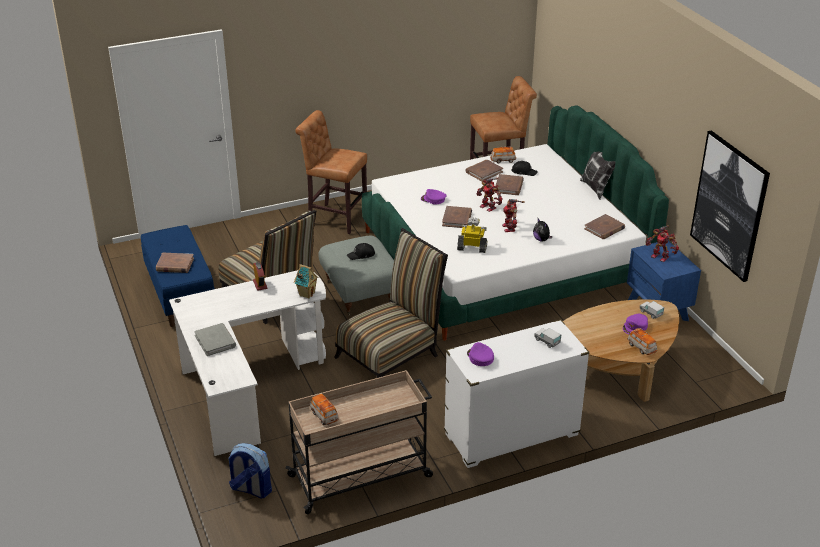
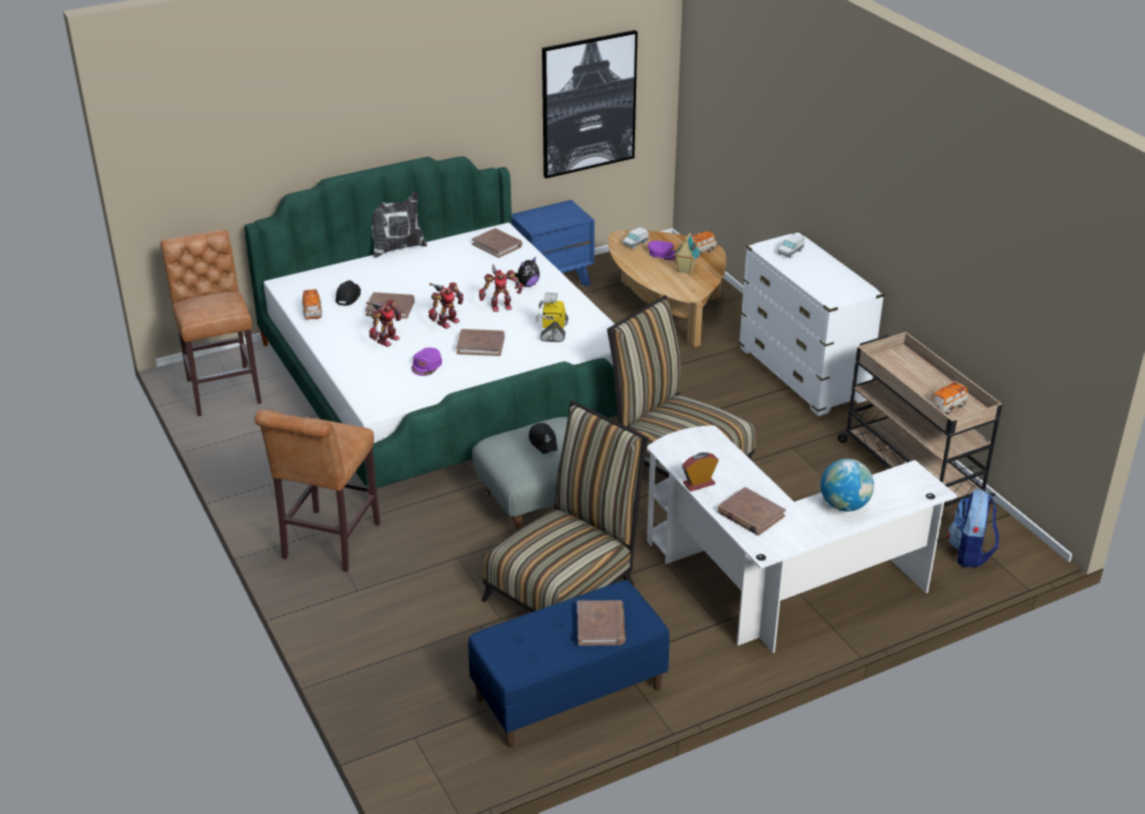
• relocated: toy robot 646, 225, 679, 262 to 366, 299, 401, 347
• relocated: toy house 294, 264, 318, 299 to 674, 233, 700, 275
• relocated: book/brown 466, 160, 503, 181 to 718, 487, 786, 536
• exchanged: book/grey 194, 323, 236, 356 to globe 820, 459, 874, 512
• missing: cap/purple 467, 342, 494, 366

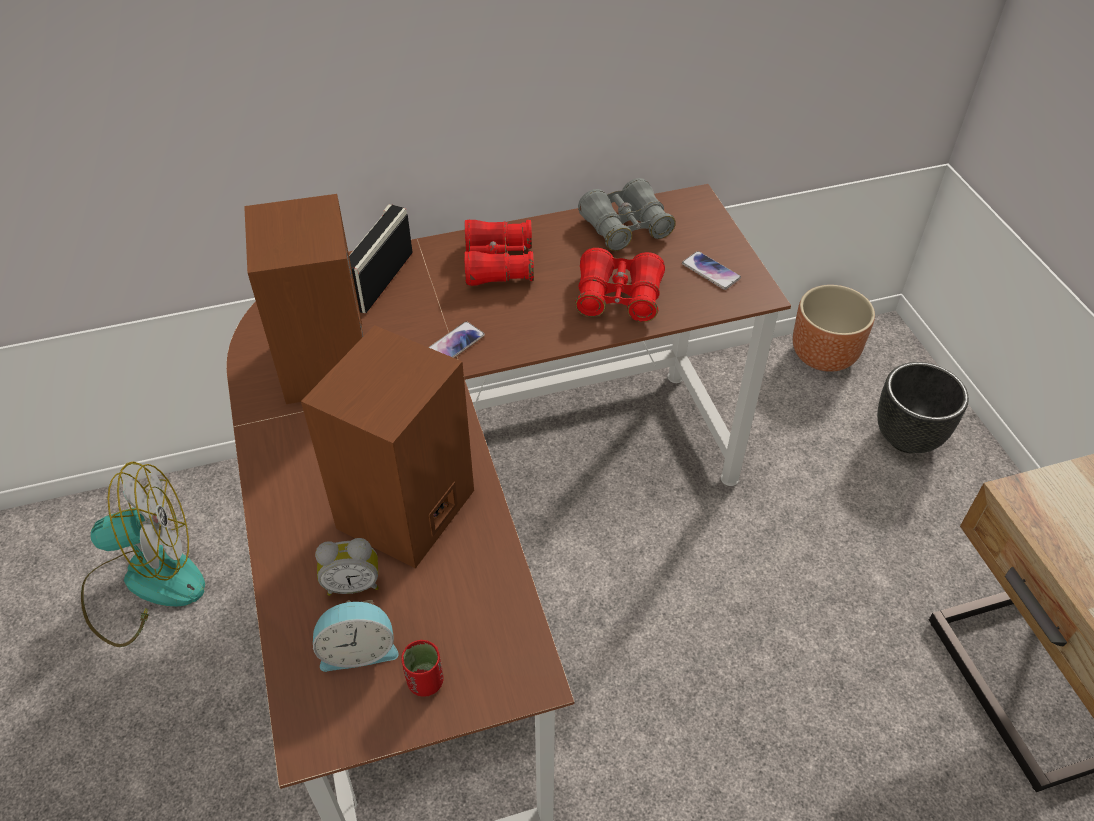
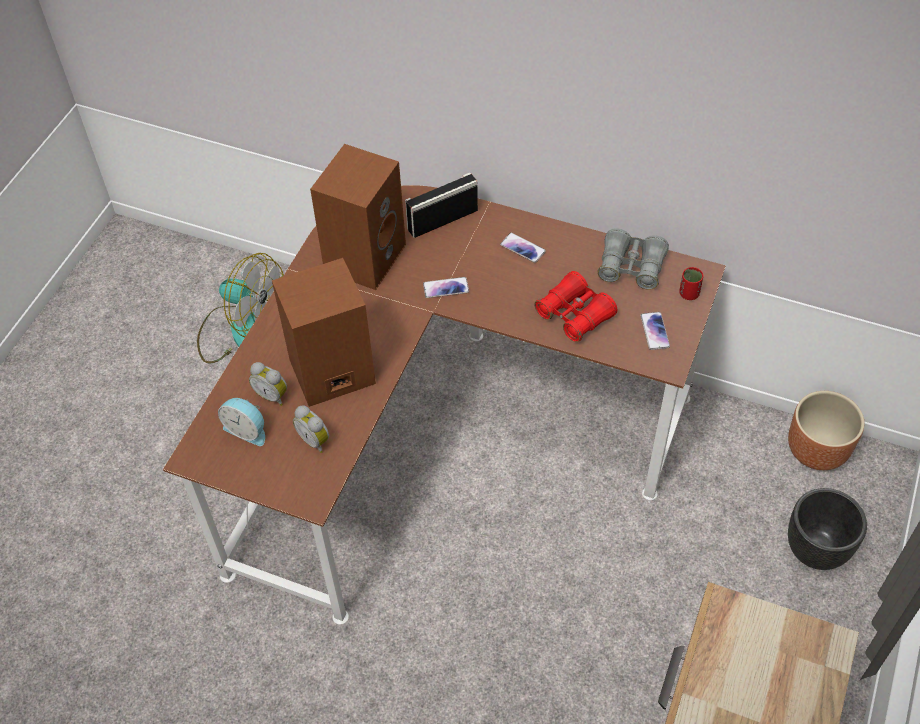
• appeared: alarm clock 293, 405, 329, 453
• exchanged: binoculars/red 464, 219, 534, 286 to phone 500, 233, 546, 263
• relocated: cup/red 401, 640, 444, 697 to 679, 267, 704, 300

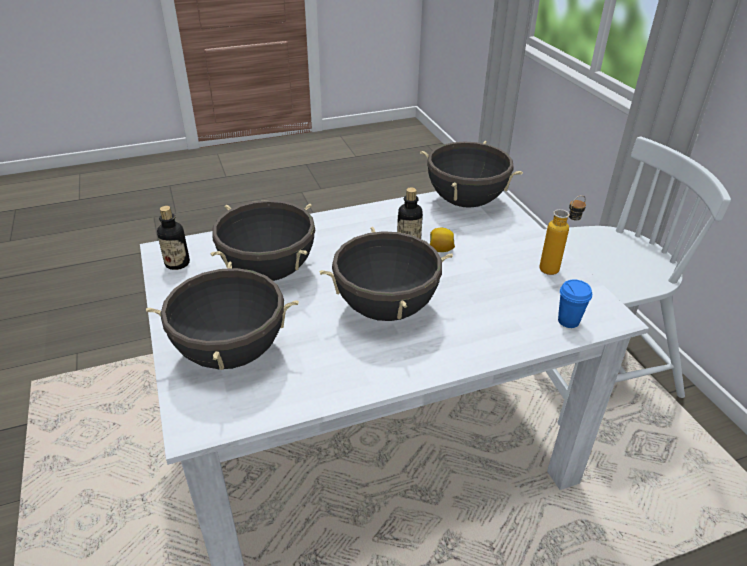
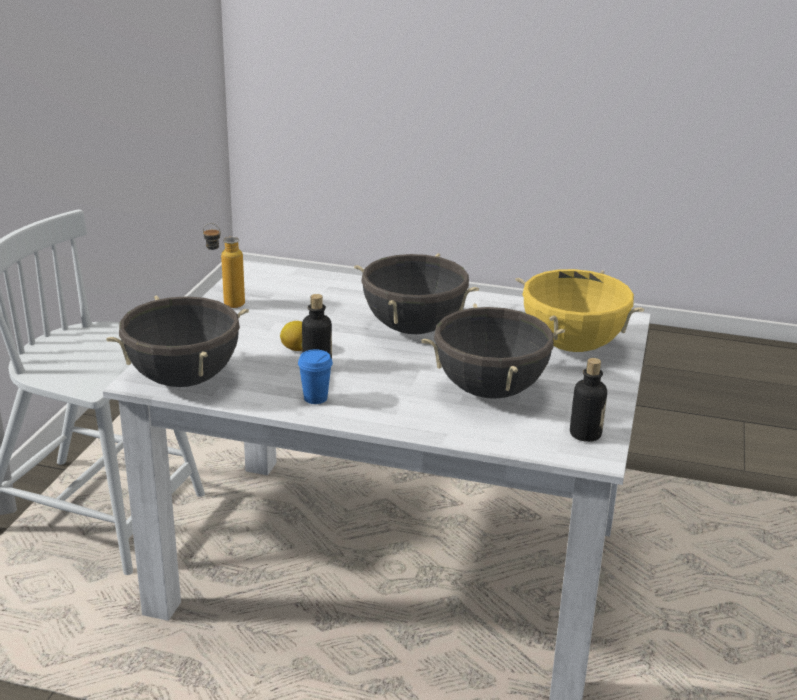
• relocated: cup/blue 558, 279, 592, 328 to 298, 349, 333, 404
• colour: cooking pot/black 146, 261, 299, 370 to cooking pot/yellow 516, 269, 645, 352

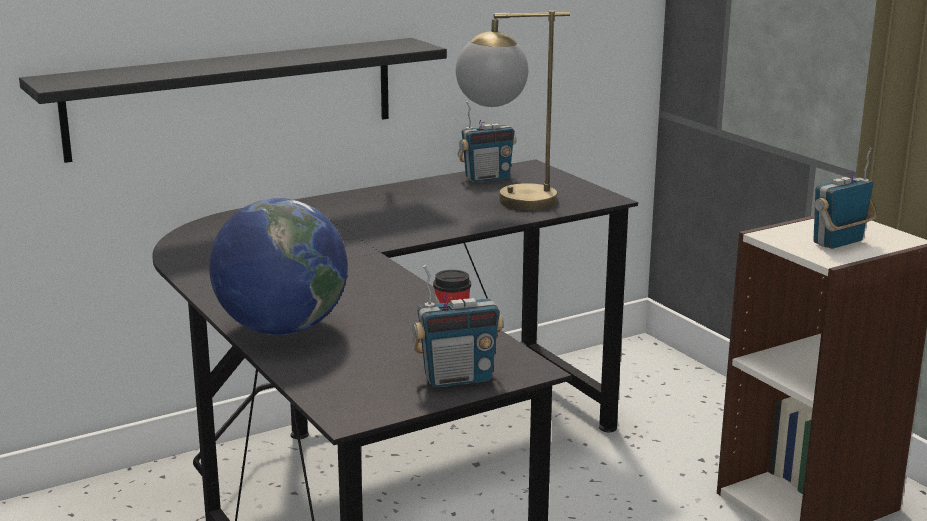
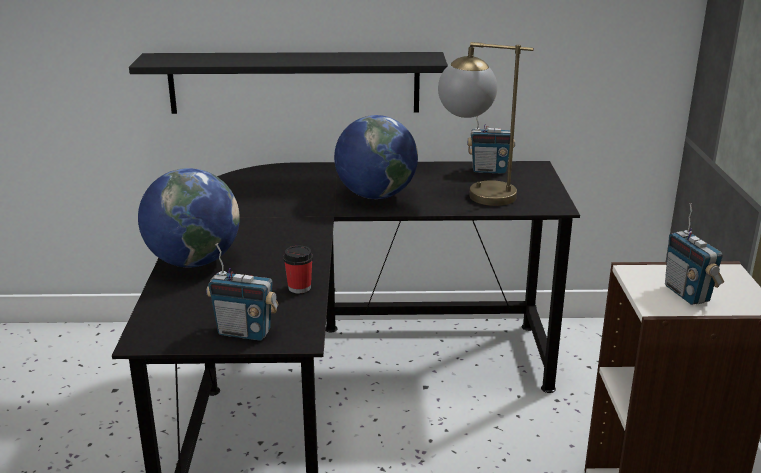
• appeared: globe 334, 115, 418, 199
• spun: radio 813, 147, 876, 249 = 665, 203, 724, 305 105 degrees counterclockwise

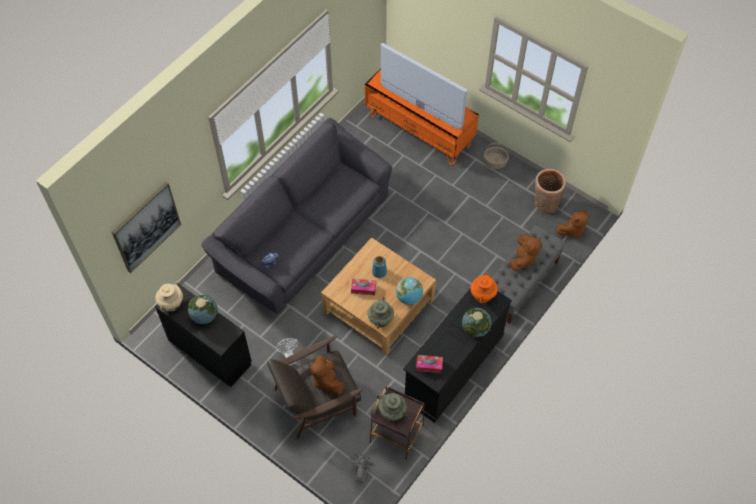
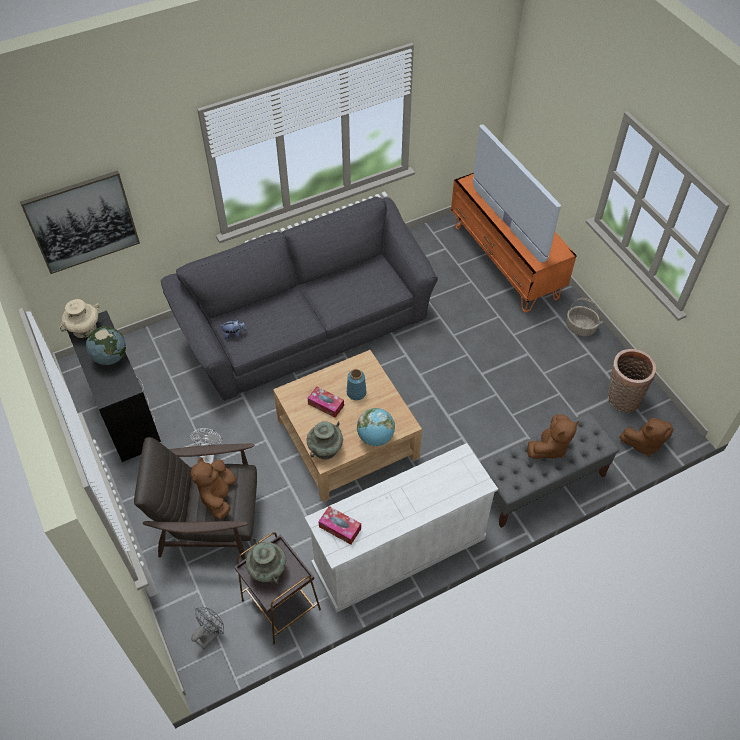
• colour: dresser/black 403, 288, 512, 423 to dresser/white 305, 443, 498, 613
• missing: globe 462, 307, 492, 337
• missing: vase/orange 470, 272, 498, 304

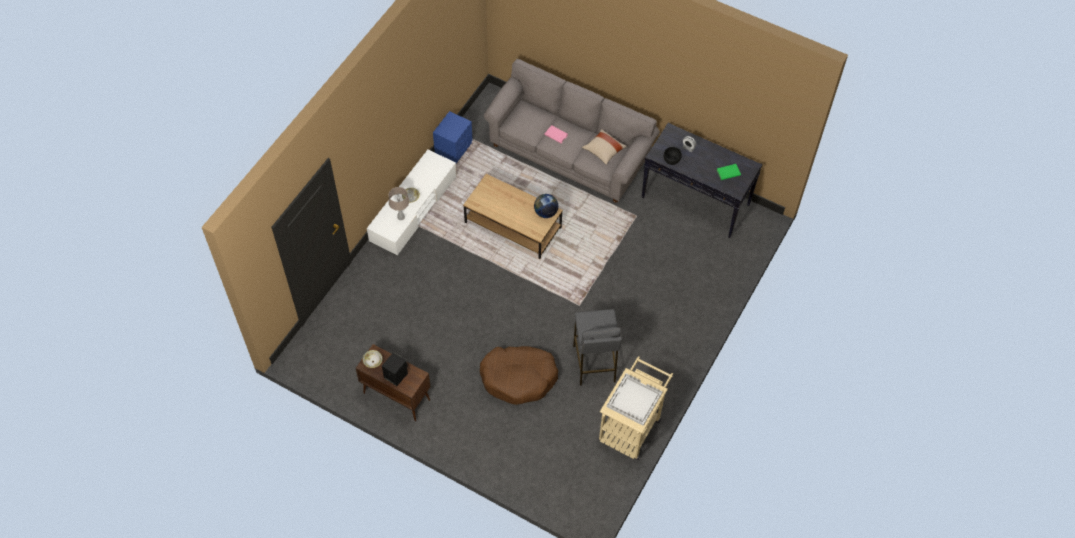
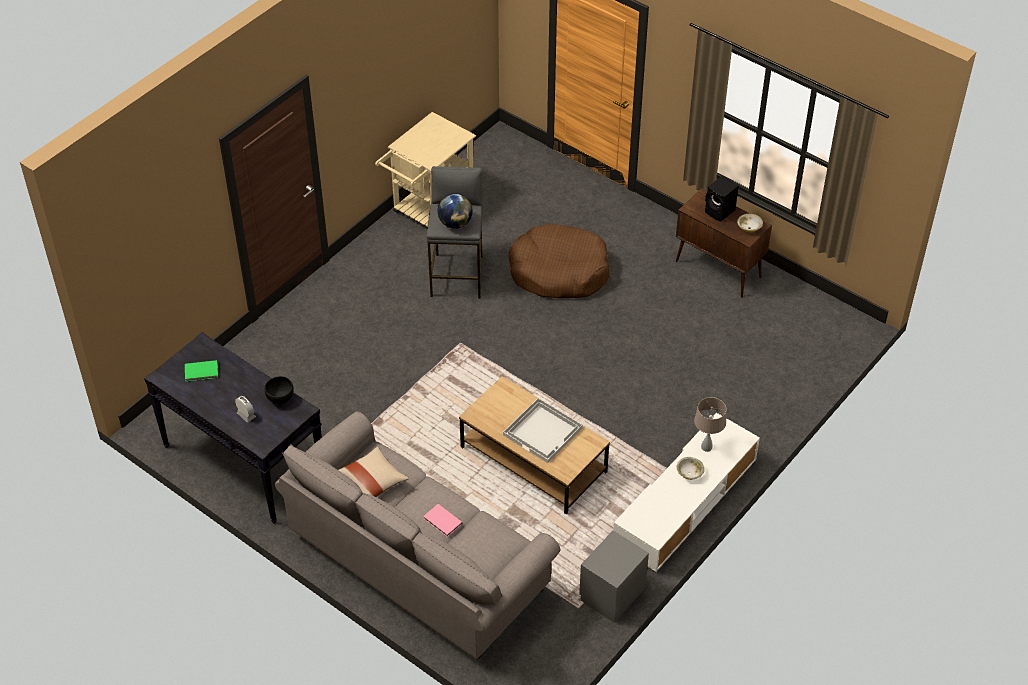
• relocated: globe 534, 194, 558, 218 to 438, 193, 473, 229
• relocated: tray/white 607, 373, 663, 426 to 503, 398, 583, 463
• colour: nightstand/blue 433, 111, 473, 163 to nightstand/grey 579, 530, 649, 623

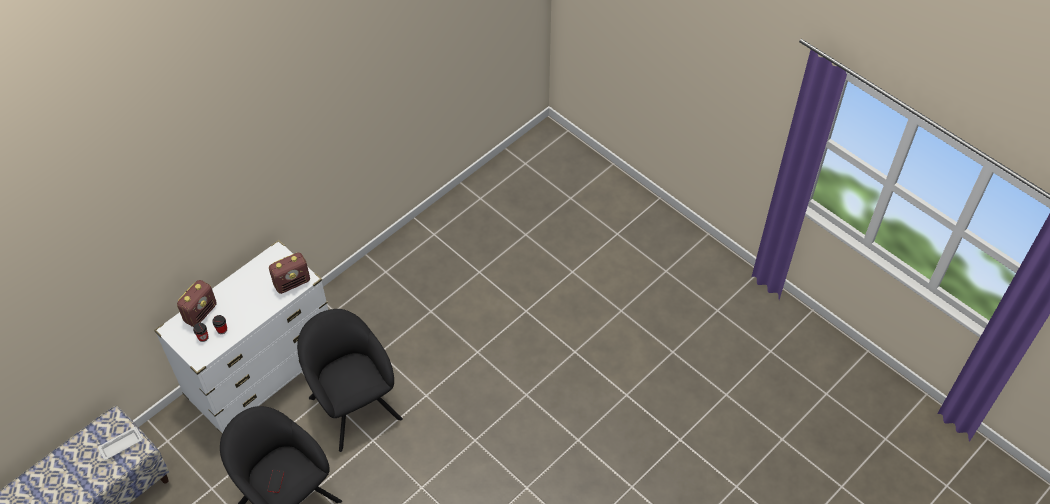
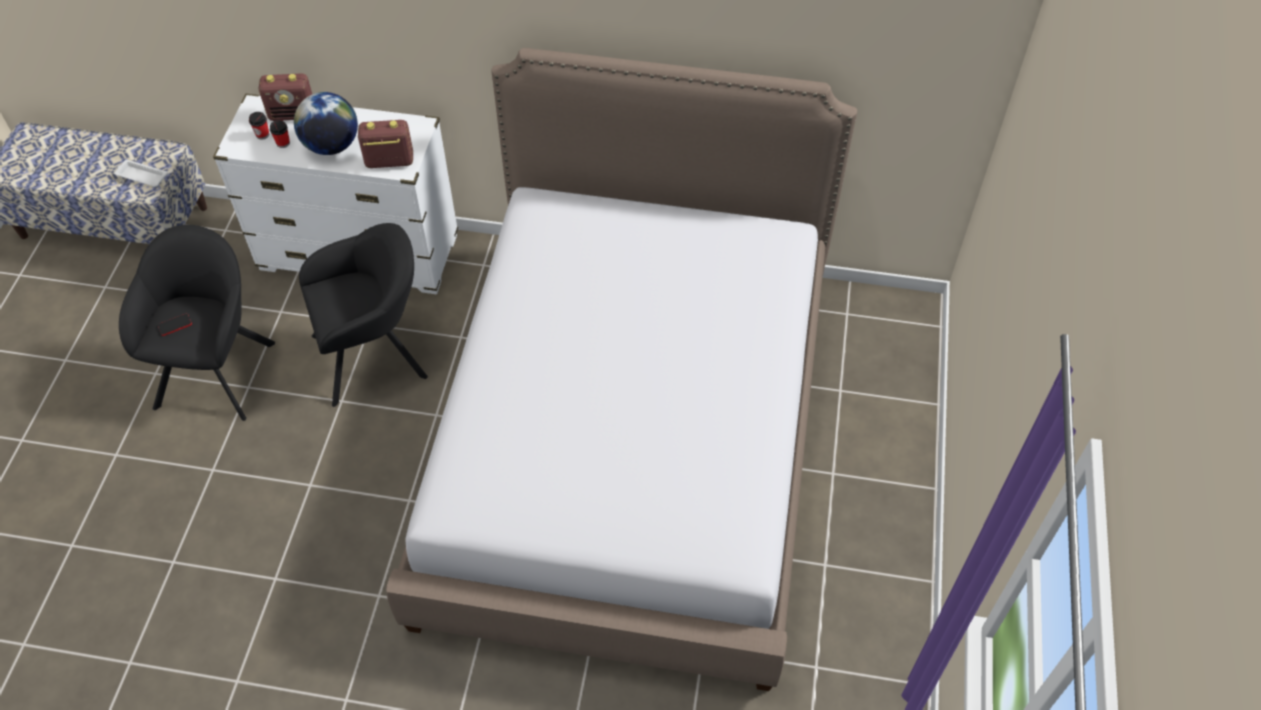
• appeared: globe 294, 92, 358, 155
• spun: armchair/black 297, 309, 403, 452 = 299, 223, 428, 407 45 degrees clockwise
• spun: radio 269, 253, 310, 294 = 358, 120, 413, 168 150 degrees clockwise
• appeared: bed 386, 48, 857, 691

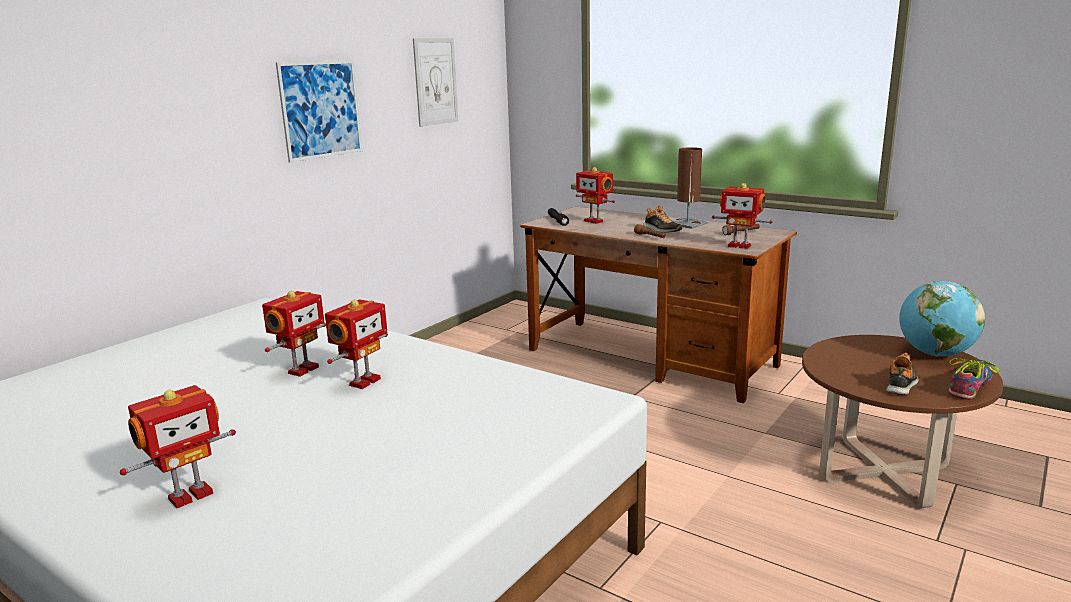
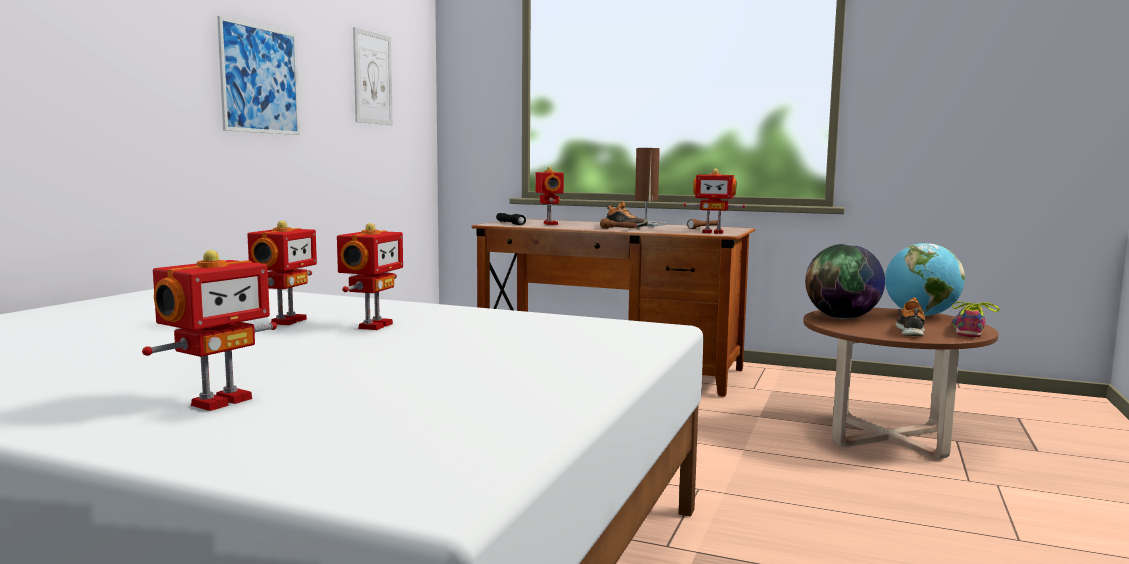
• spun: toy robot 576, 167, 615, 224 = 536, 166, 564, 225 135 degrees counterclockwise
• appeared: globe 805, 244, 885, 319

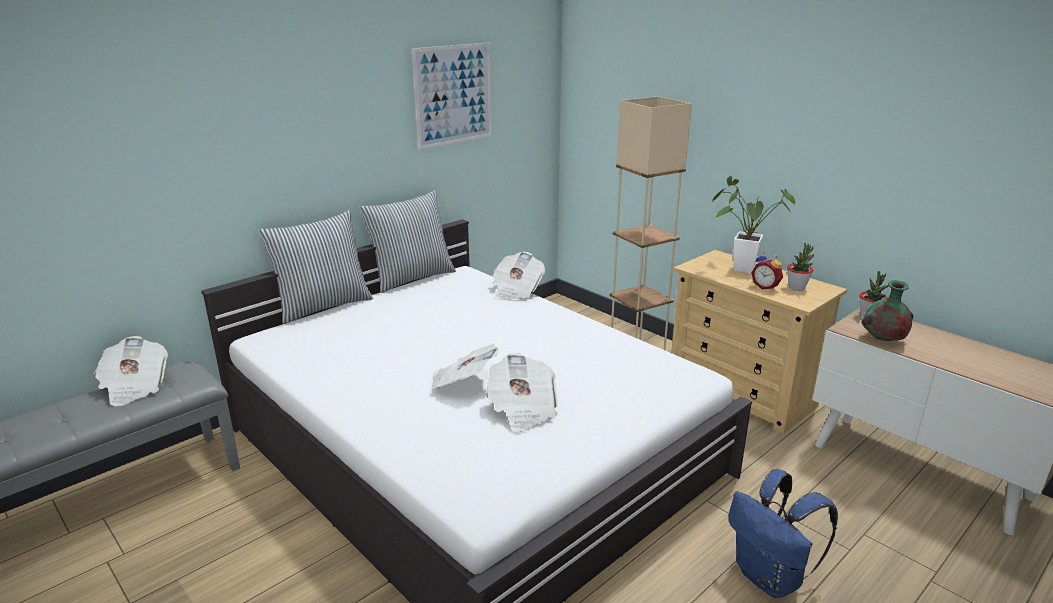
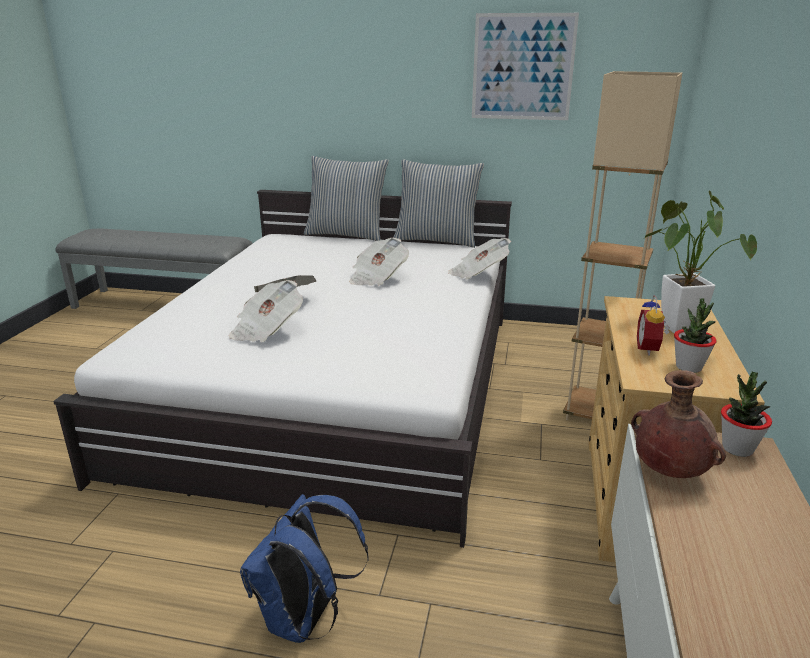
• relocated: newspaper 94, 336, 168, 406 to 349, 238, 409, 286
• colour: vase/green 861, 280, 913, 341 to vase/brown 631, 370, 726, 478

